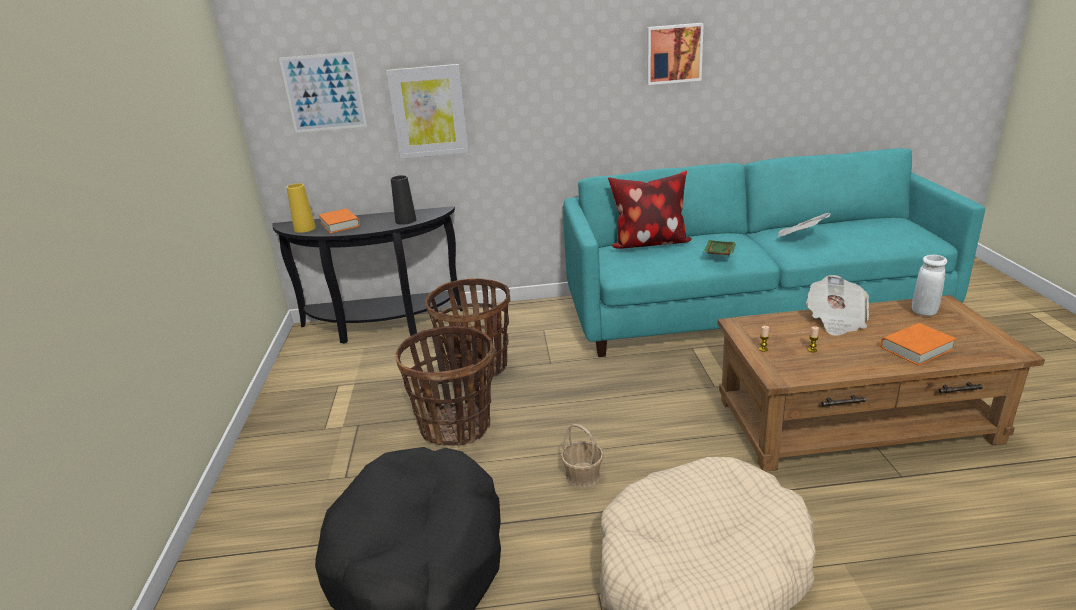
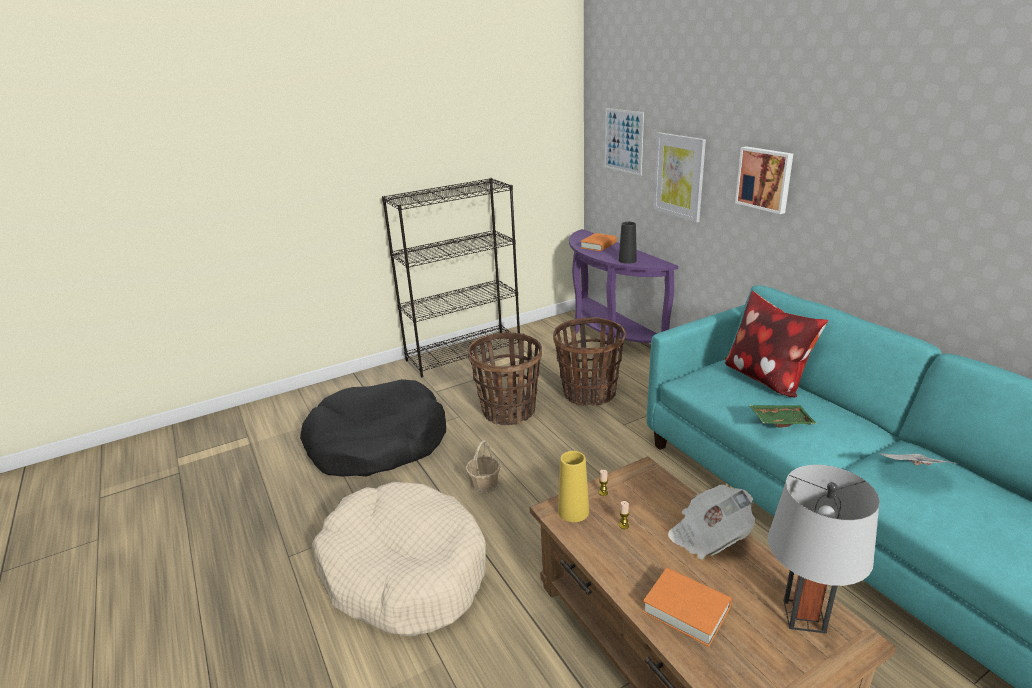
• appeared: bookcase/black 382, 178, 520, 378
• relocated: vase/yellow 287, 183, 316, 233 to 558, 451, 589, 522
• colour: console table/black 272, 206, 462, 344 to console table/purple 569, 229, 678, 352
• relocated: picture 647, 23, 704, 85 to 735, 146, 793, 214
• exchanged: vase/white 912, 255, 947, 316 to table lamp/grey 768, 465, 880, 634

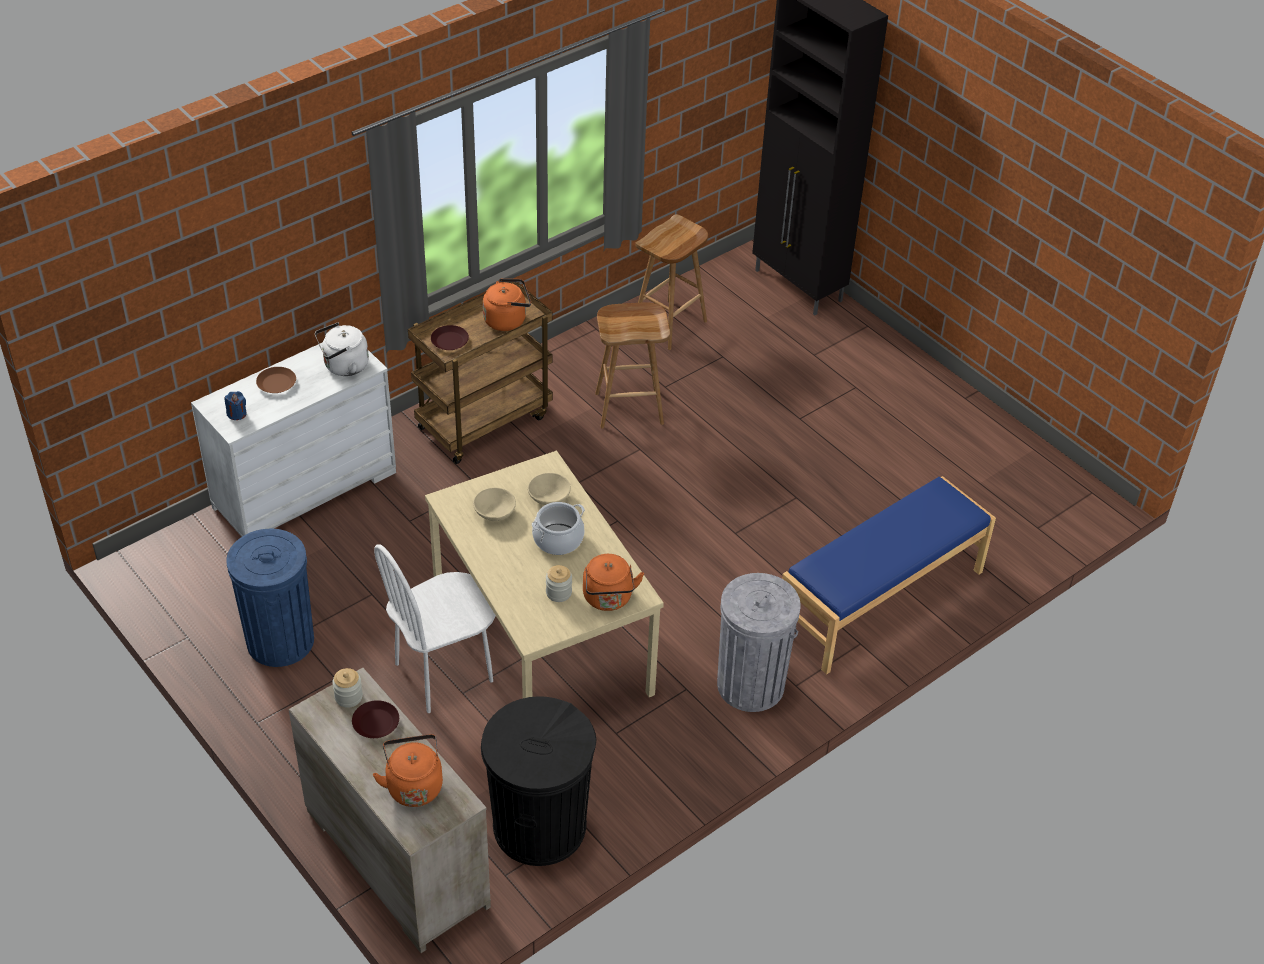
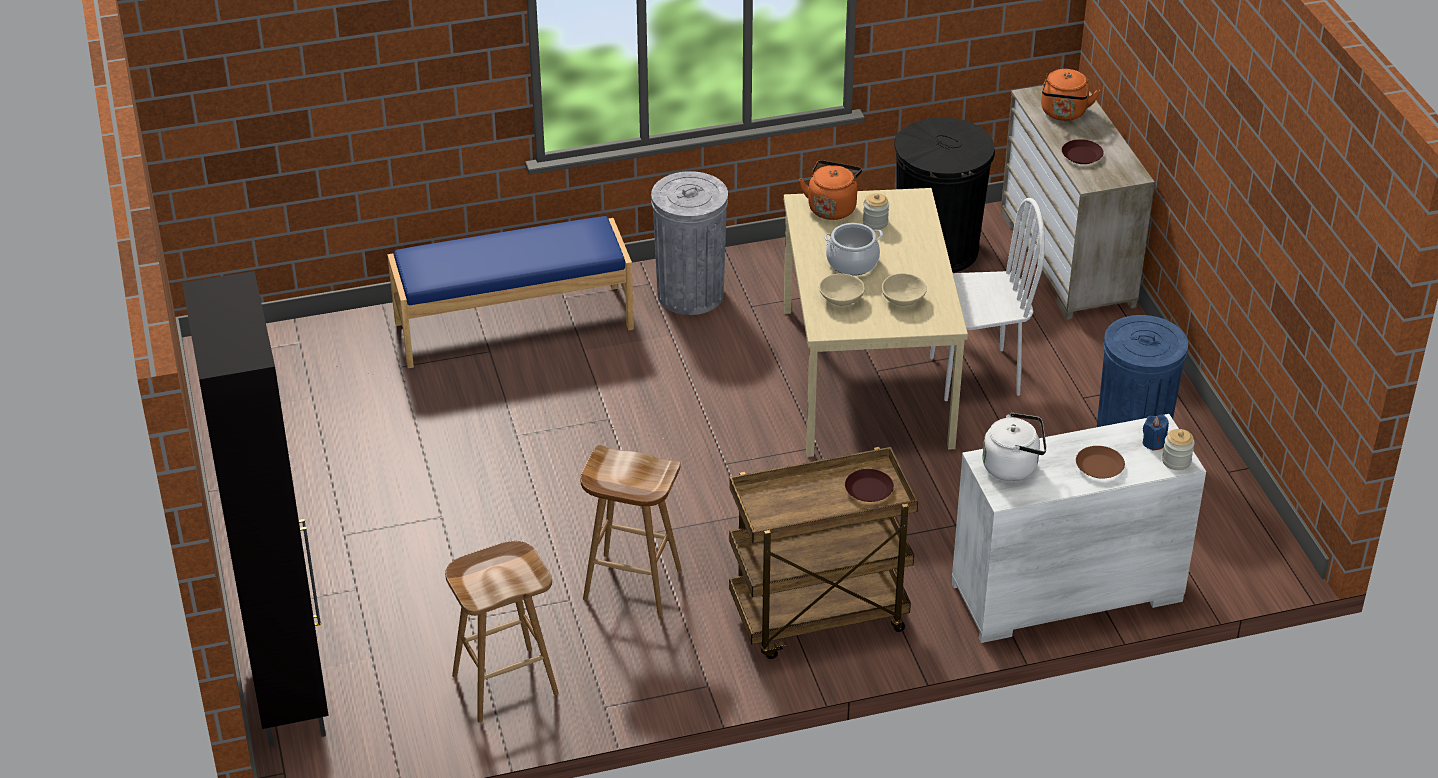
• relocated: jar 332, 668, 363, 708 to 1162, 429, 1195, 470
• missing: kettle/orange 483, 279, 531, 331

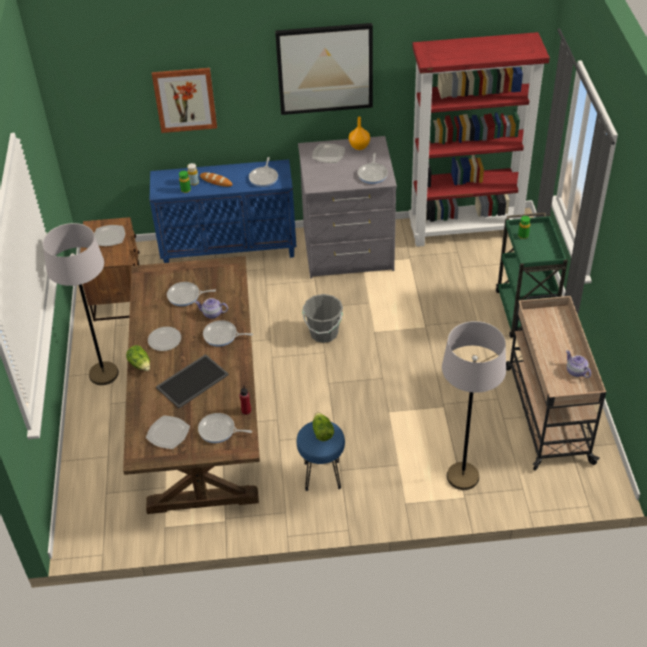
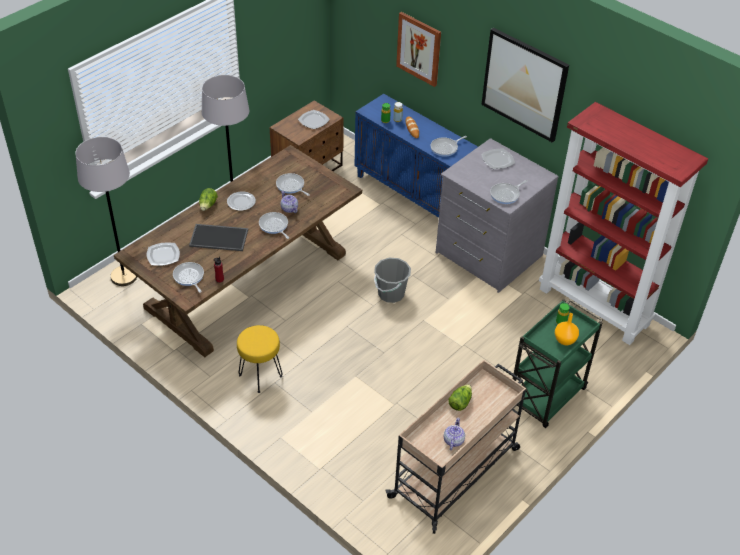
• relocated: floor lamp/grey 442, 321, 506, 490 to 75, 137, 137, 286
• colour: stool/blue 297, 421, 345, 491 to stool/yellow 237, 325, 283, 393
• relocated: lettuce 313, 412, 334, 441 to 448, 384, 472, 411
• relocated: vase/orange 349, 117, 370, 150 to 555, 313, 579, 345

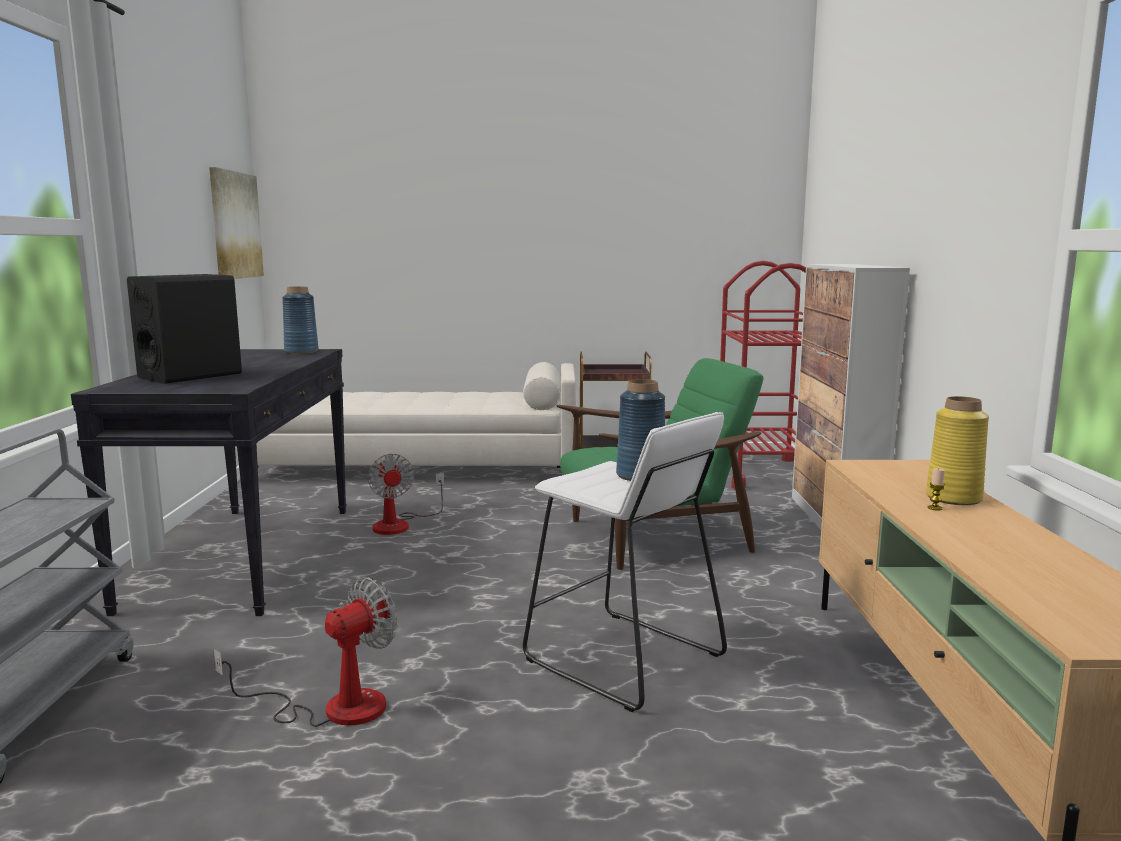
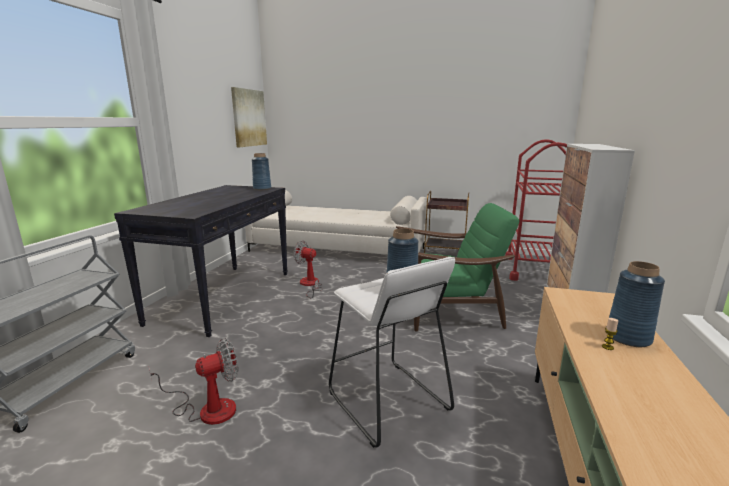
• spun: fan 367, 454, 444, 535 = 293, 241, 323, 298 120 degrees clockwise
• colour: vase/yellow 926, 396, 989, 505 to vase/blue 609, 261, 665, 347
• missing: speaker/black 127, 274, 242, 384

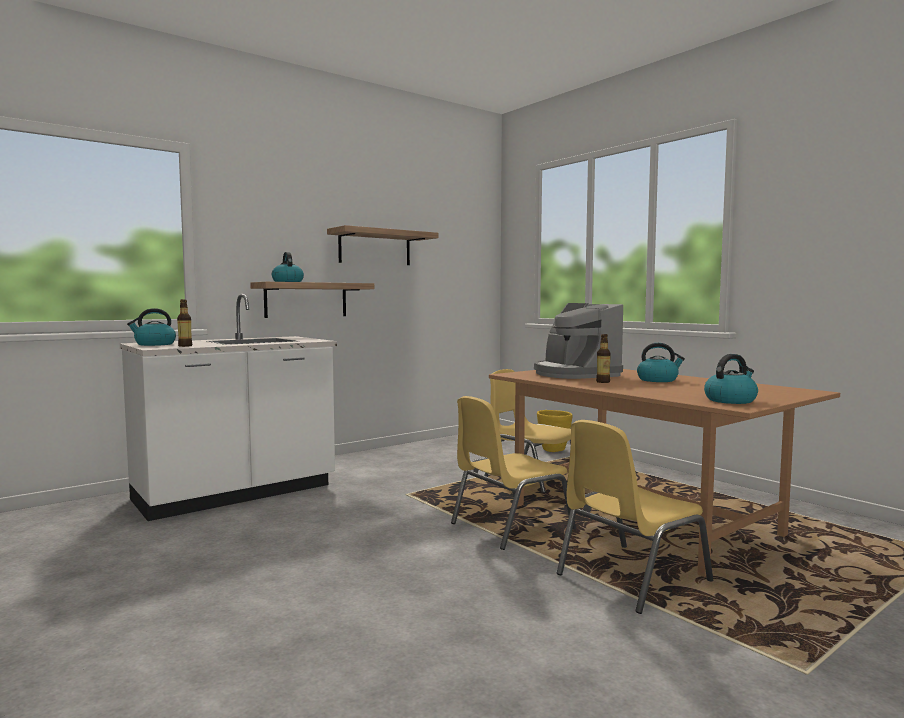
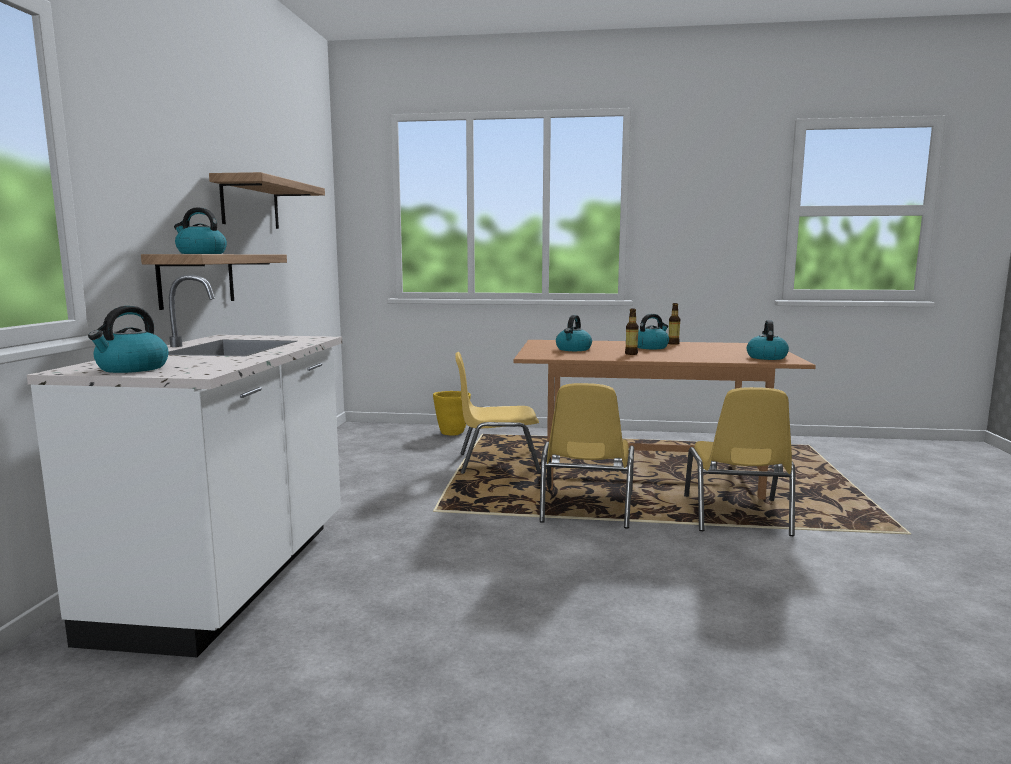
• exchanged: coffee machine 534, 303, 623, 379 to kettle 556, 315, 592, 351
• relocated: bottle 177, 299, 192, 347 to 668, 303, 680, 345

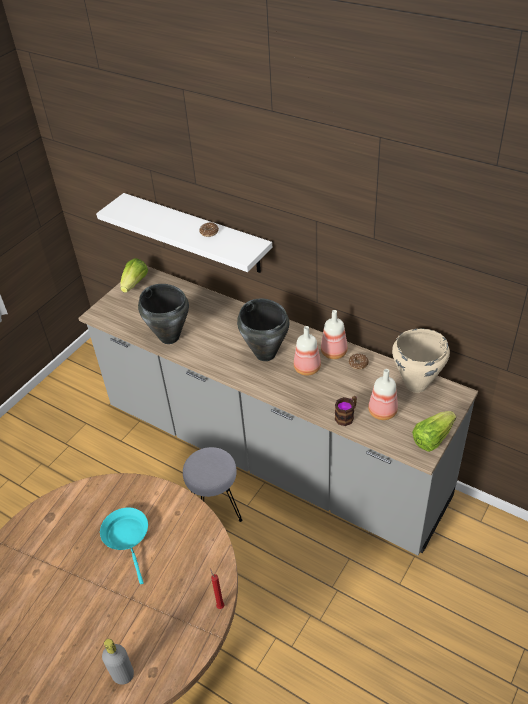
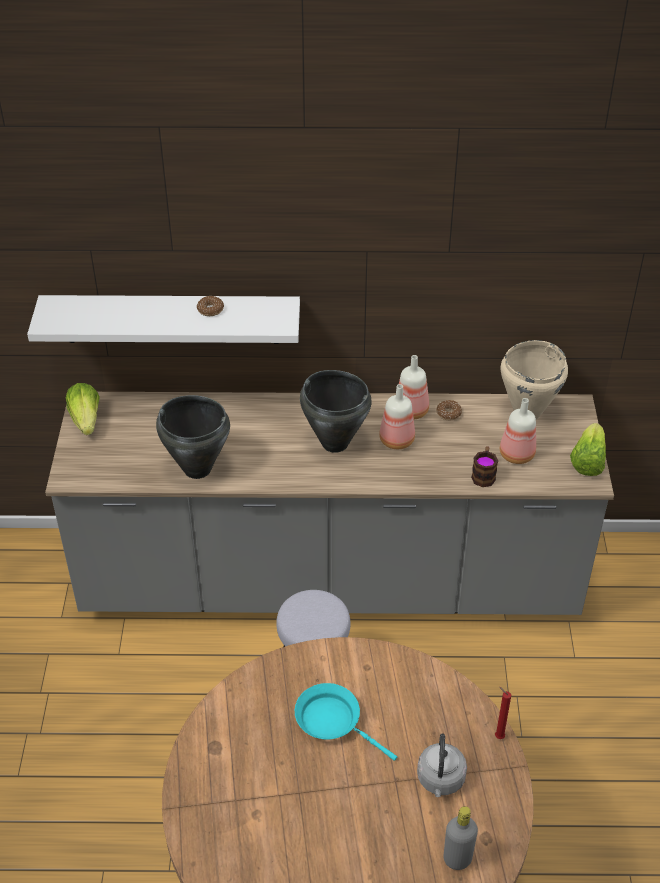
• appeared: kettle/grey 417, 733, 467, 797

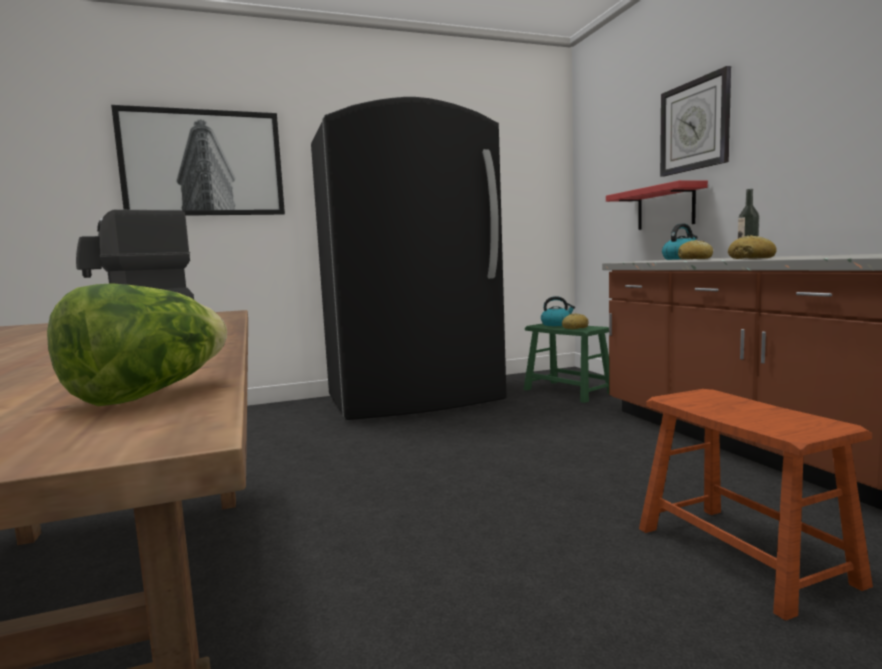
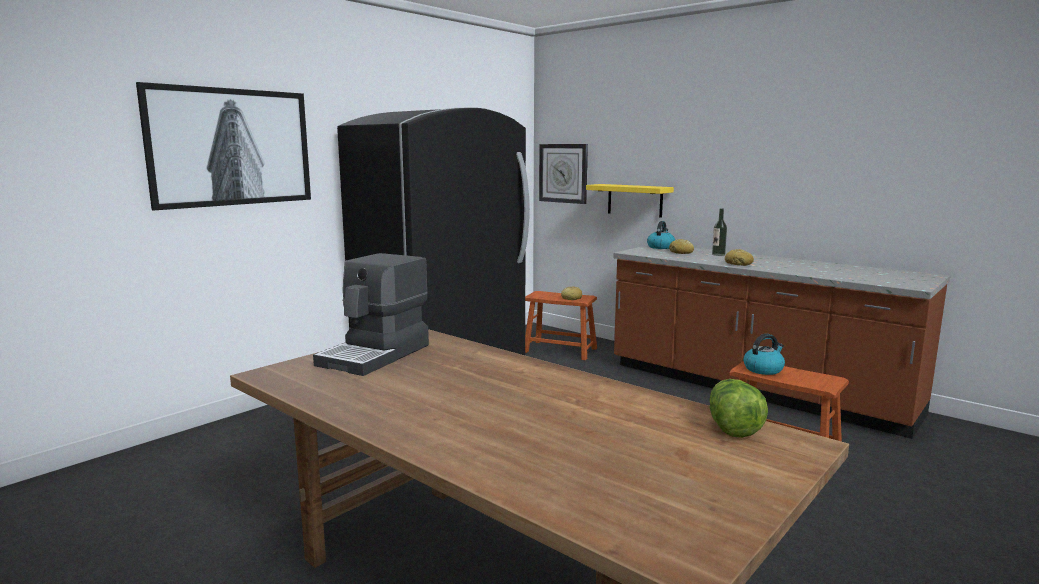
• colour: stool/green 523, 323, 609, 403 to stool/brown 525, 291, 597, 360
• relocated: wall clock 660, 66, 731, 177 to 539, 144, 588, 204
• colour: shelf/red 606, 180, 708, 230 to shelf/yellow 586, 184, 674, 218
• relocated: kettle 541, 296, 575, 326 to 743, 334, 785, 375

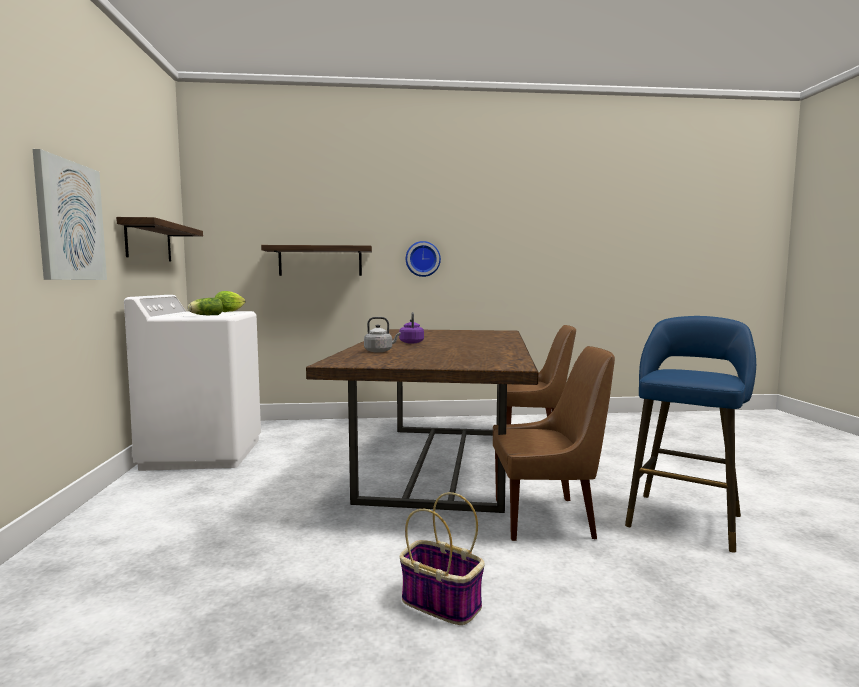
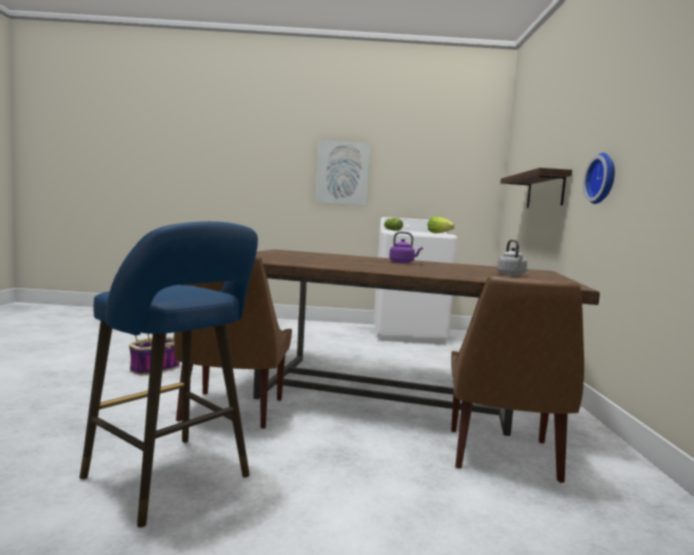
• relocated: kettle/grey 364, 317, 401, 352 to 497, 239, 527, 276
• missing: shelf 116, 217, 203, 261

